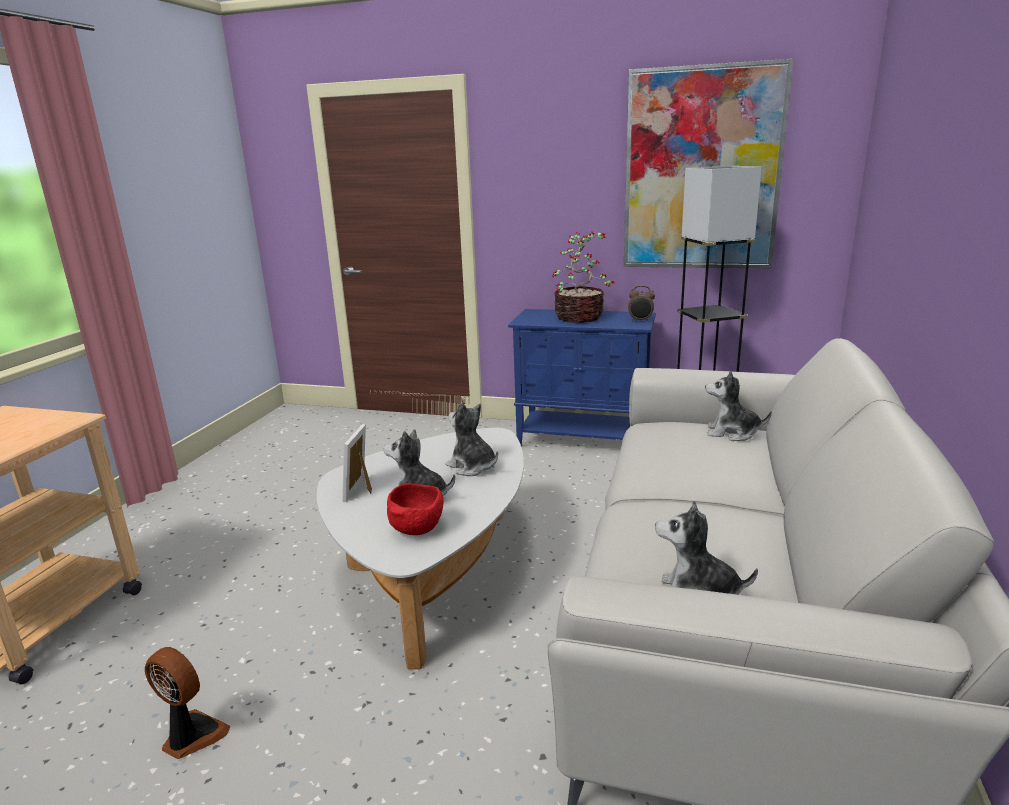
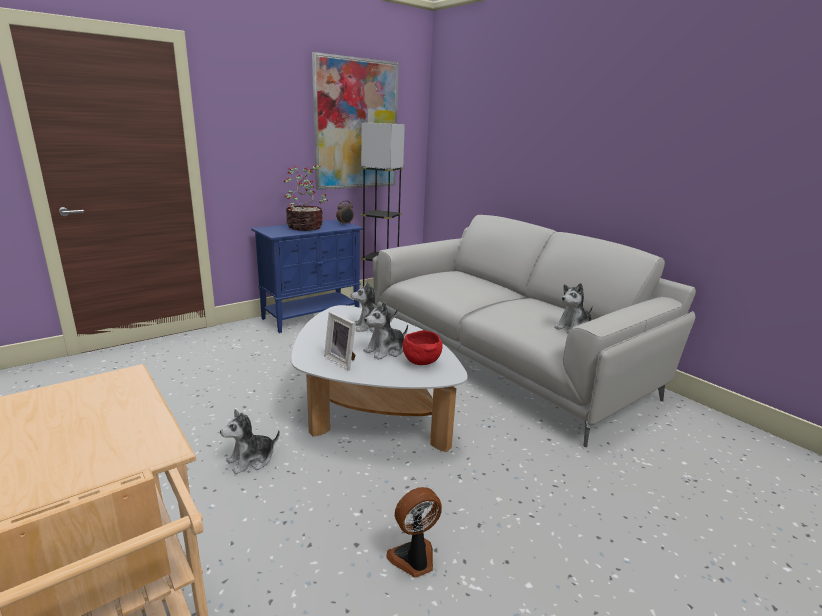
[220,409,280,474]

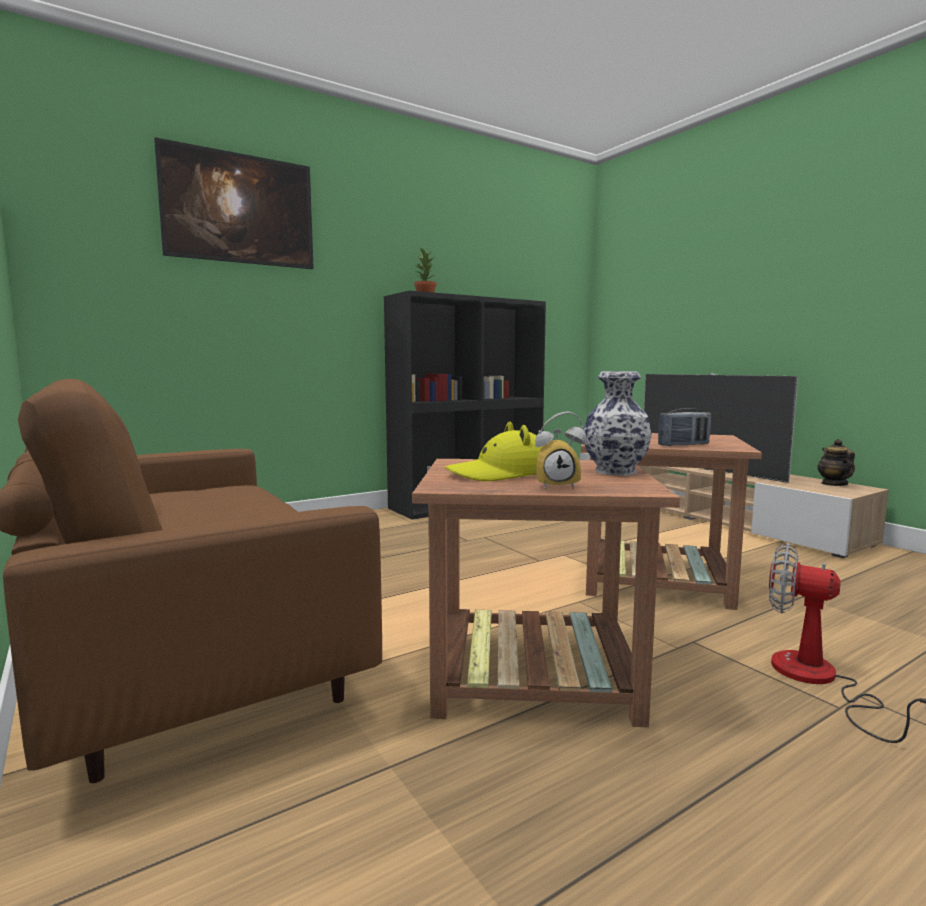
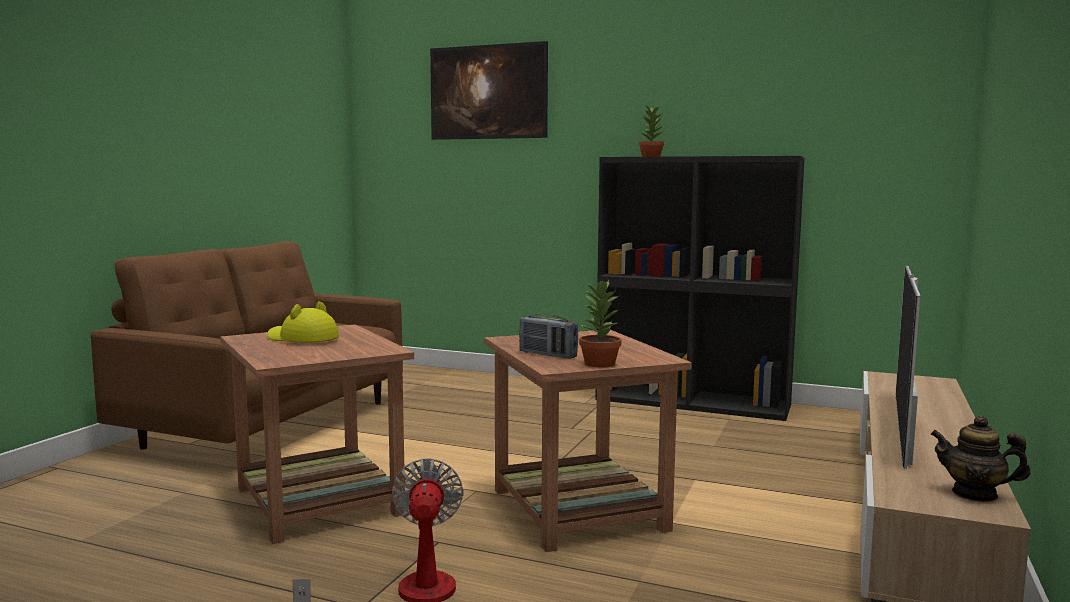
[535,411,586,490] (first image)
[584,371,652,476] (first image)
[931,415,1030,502]
[579,279,622,367]

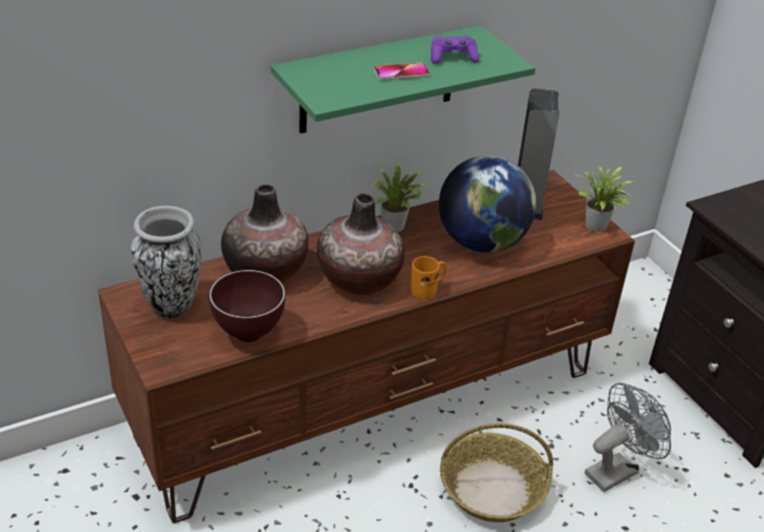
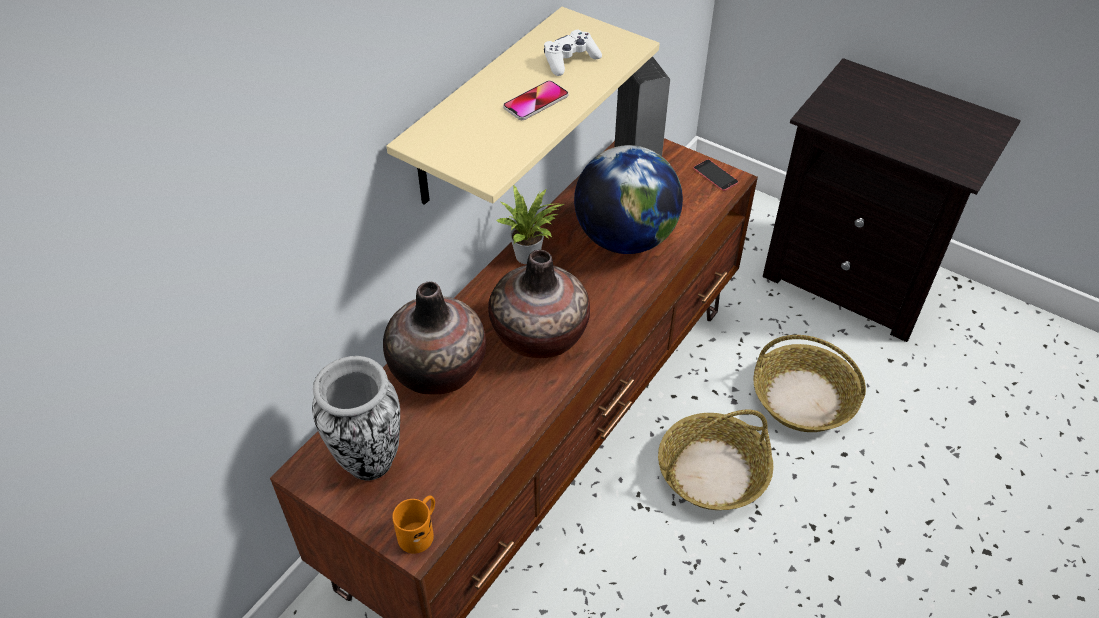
[209,270,285,342] (first image)
[386,7,660,205]
[392,495,435,554]
[544,29,602,76]
[693,159,739,191]
[754,335,866,432]

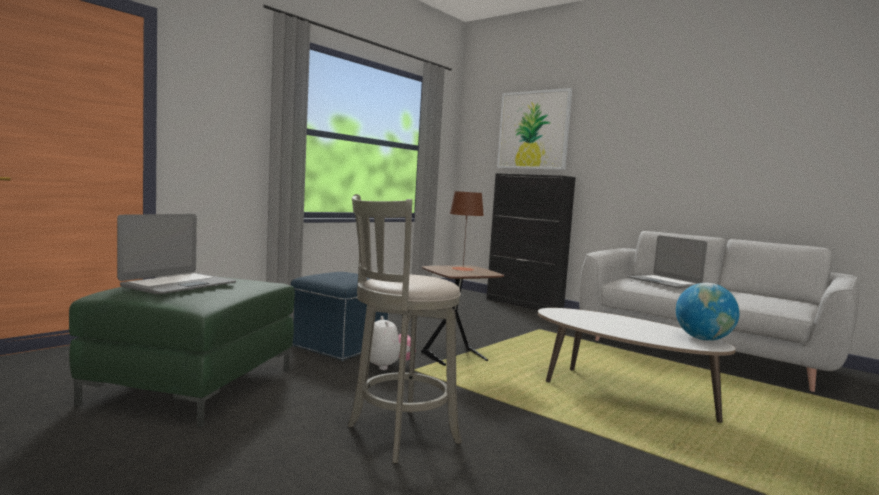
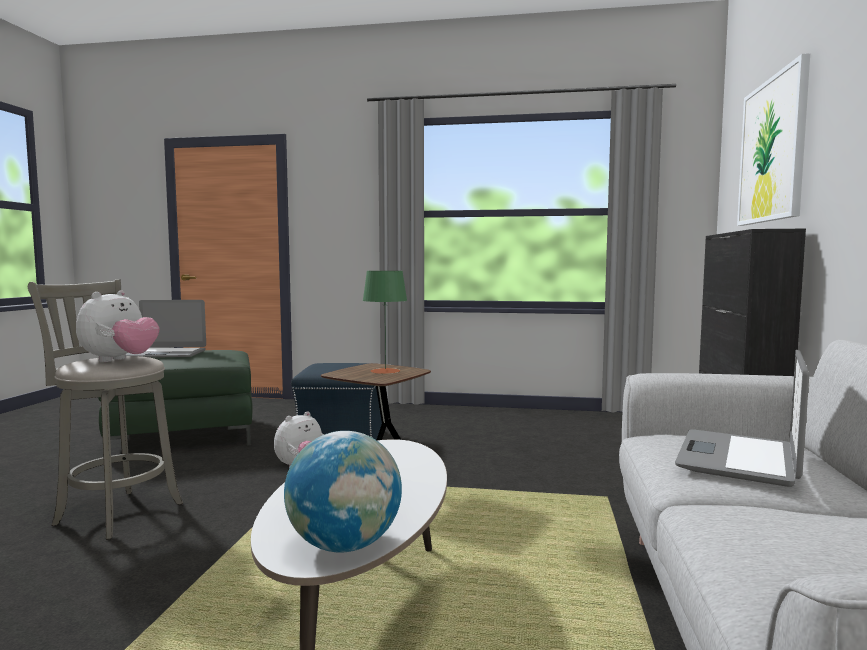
[363,271,407,374]
[76,290,159,362]

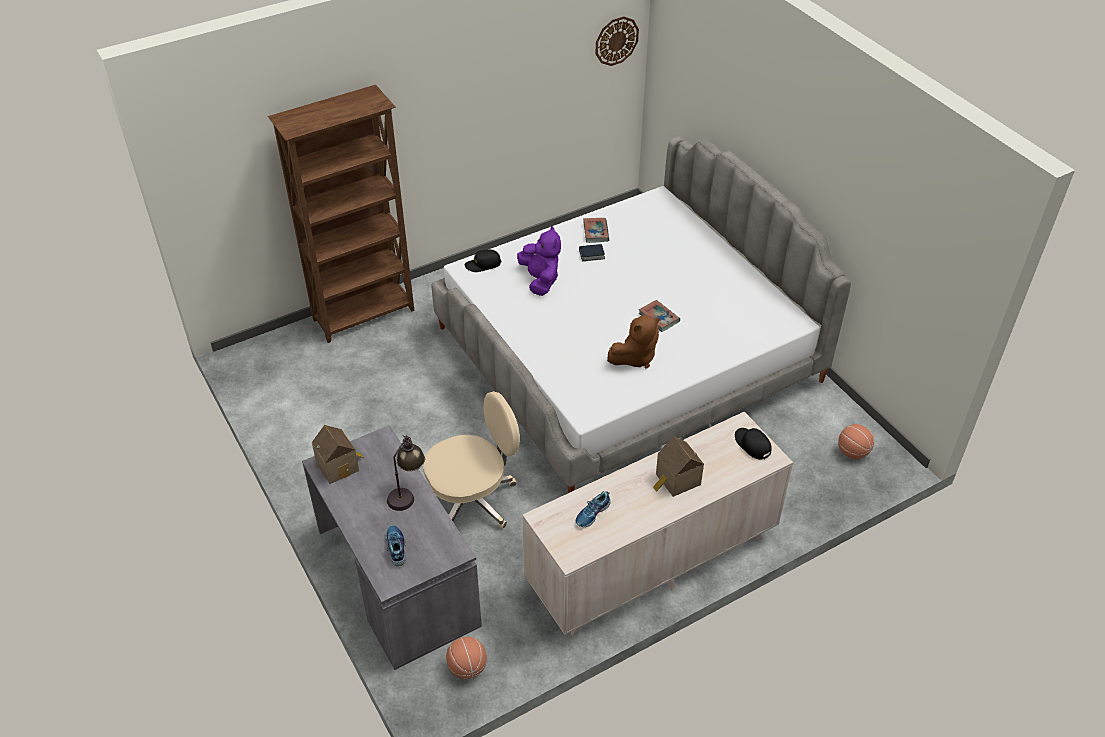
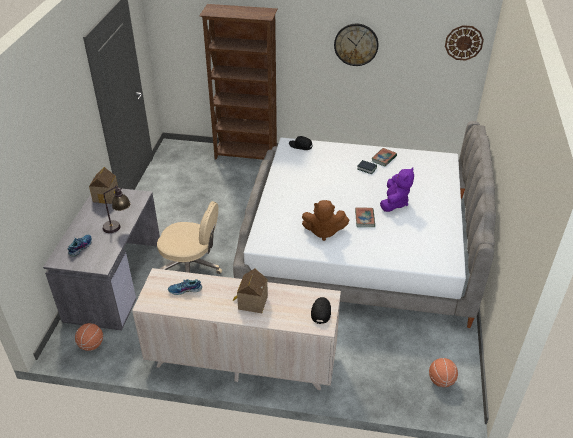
[380,167,414,212]
[334,24,378,66]

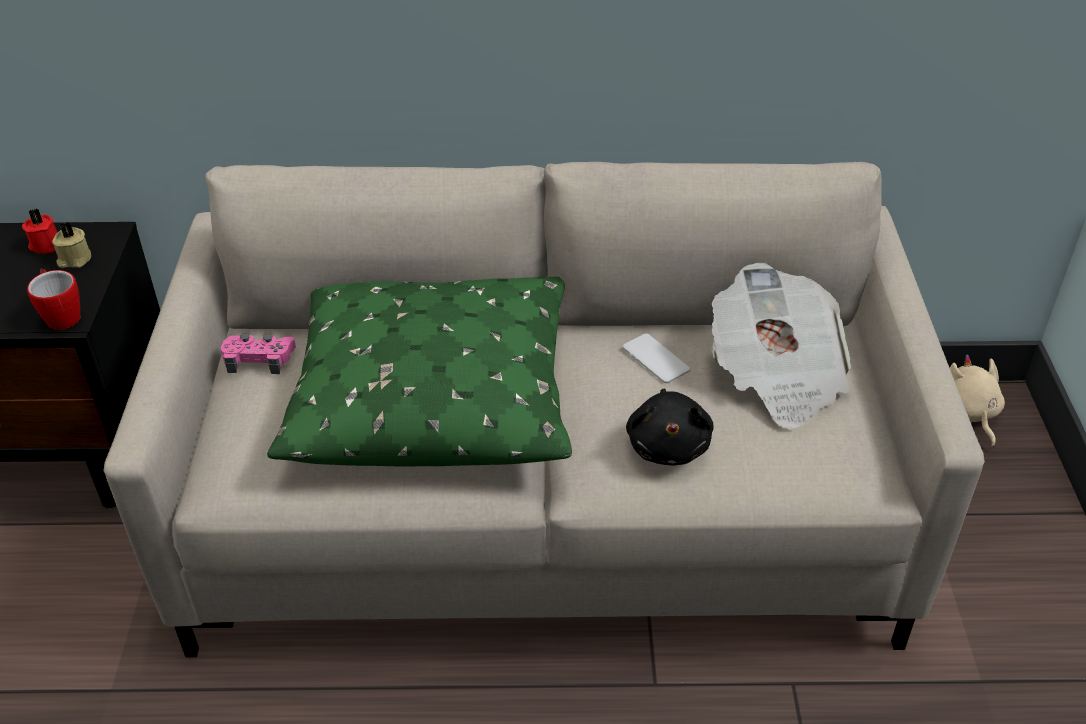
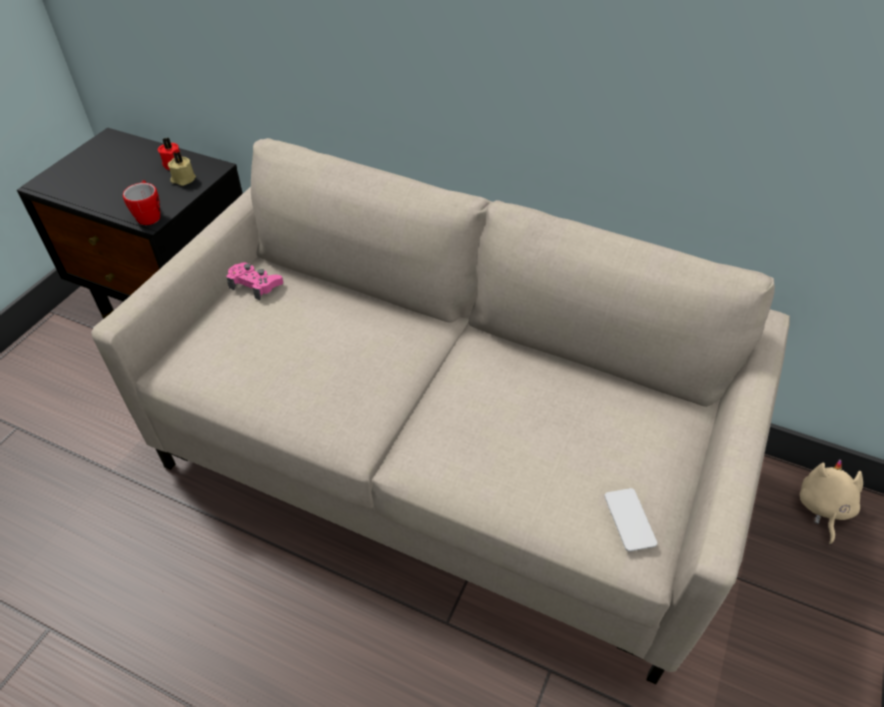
[267,277,572,466] (first image)
[604,488,658,552]
[626,389,714,465] (first image)
[712,263,853,430] (first image)

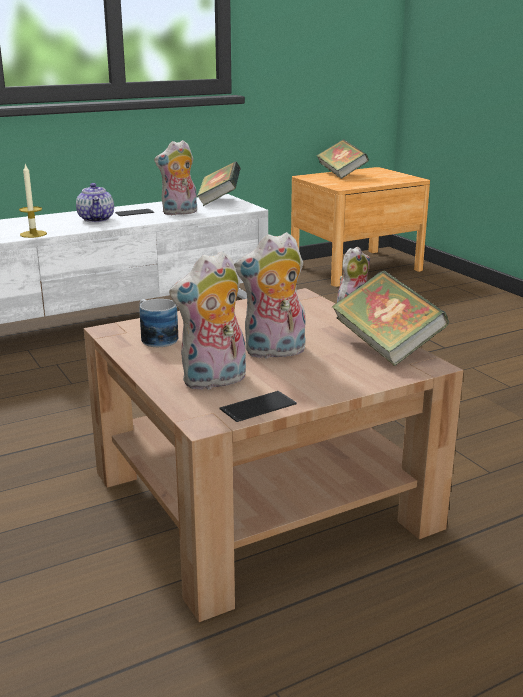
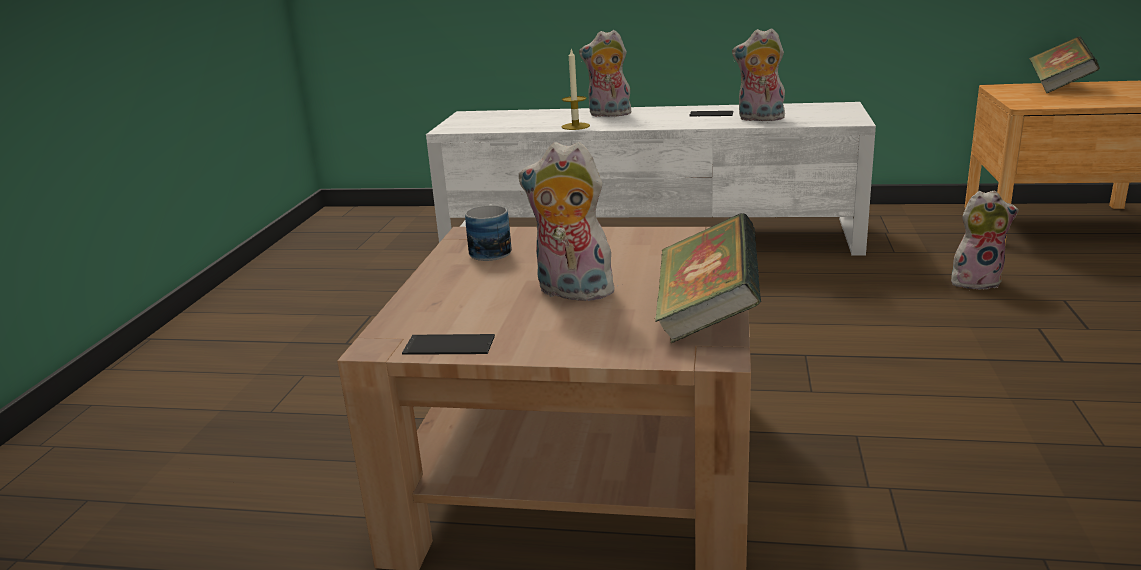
[76,183,114,222] (first image)
[579,30,634,117]
[197,161,241,206] (first image)

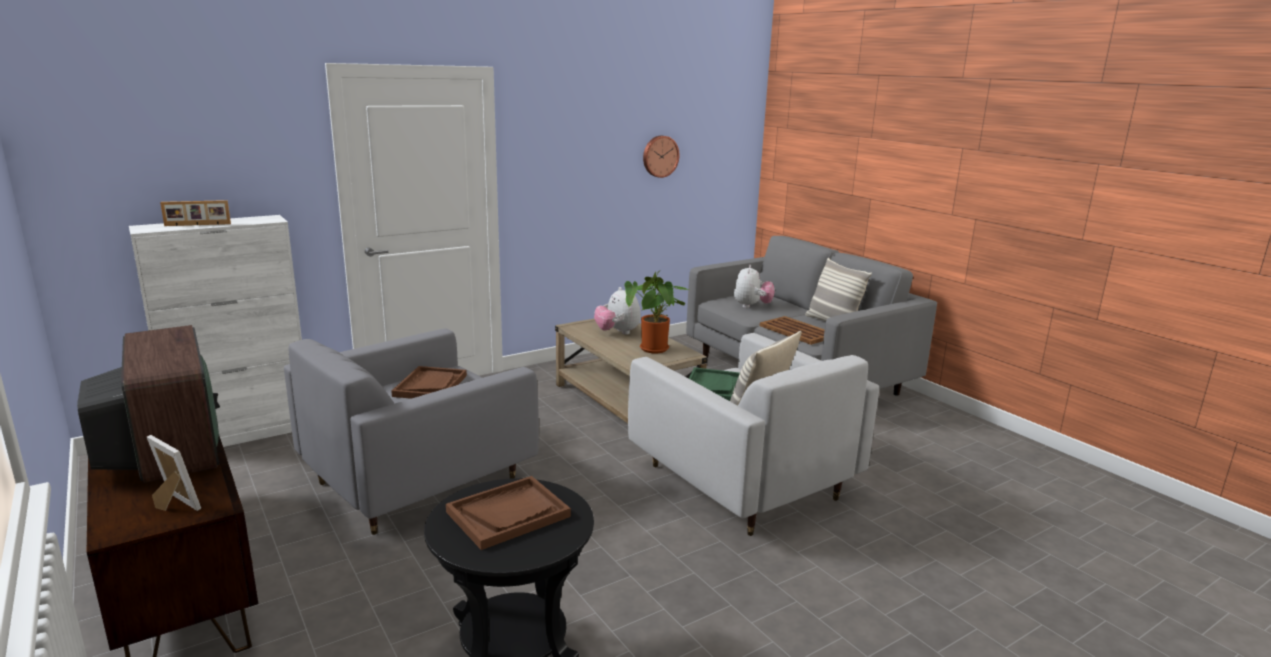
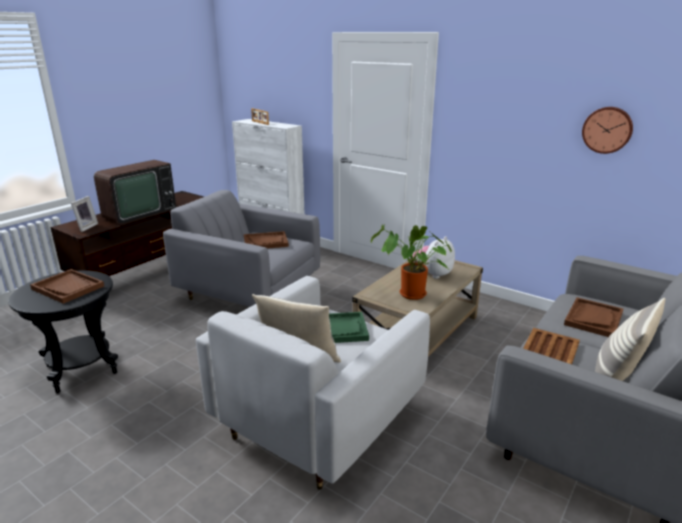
[564,297,623,337]

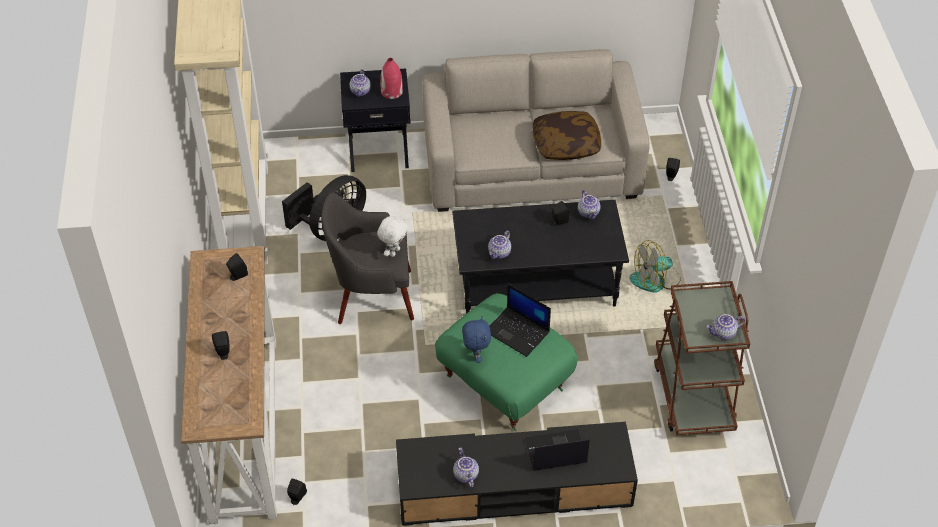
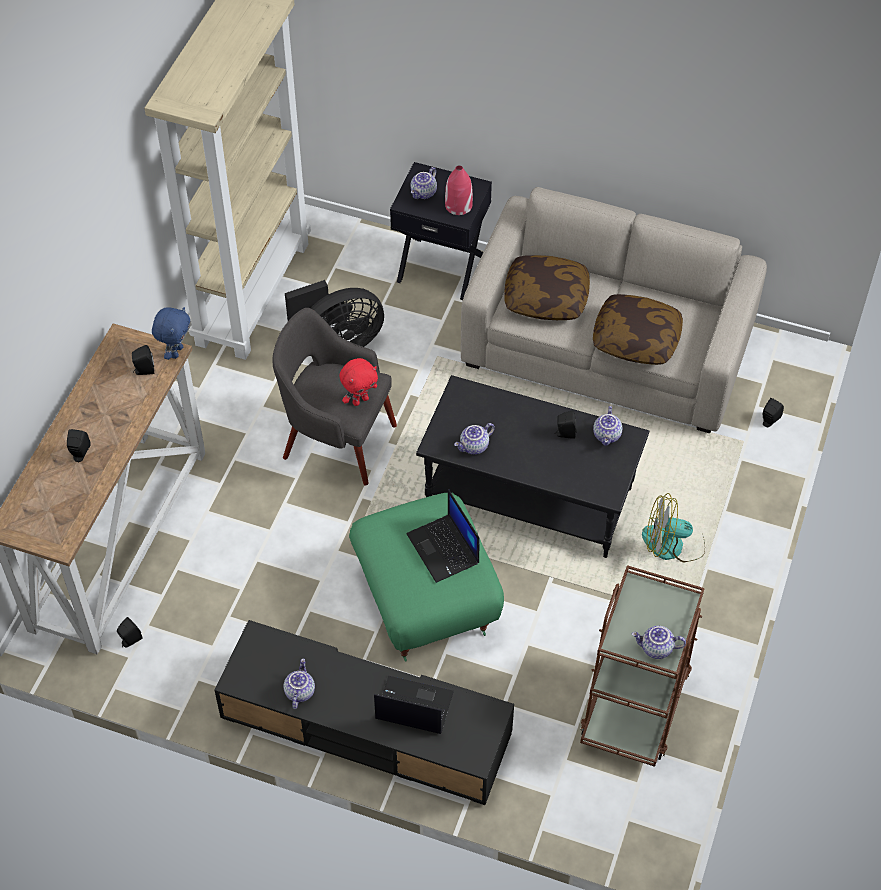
[339,358,378,406]
[152,307,190,360]
[504,255,590,320]

